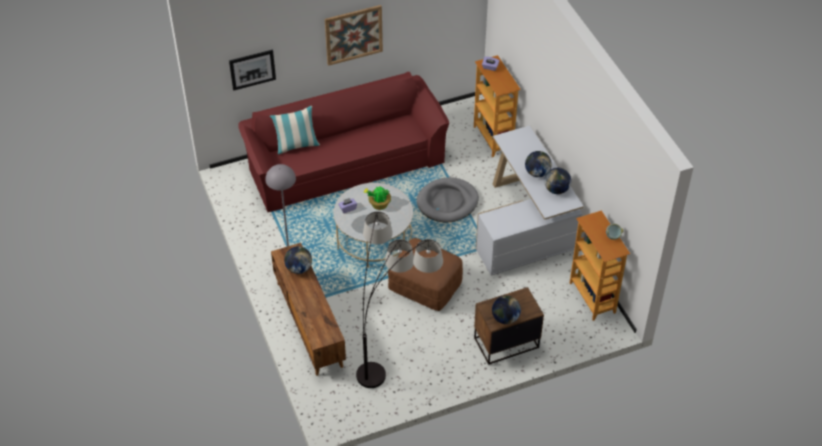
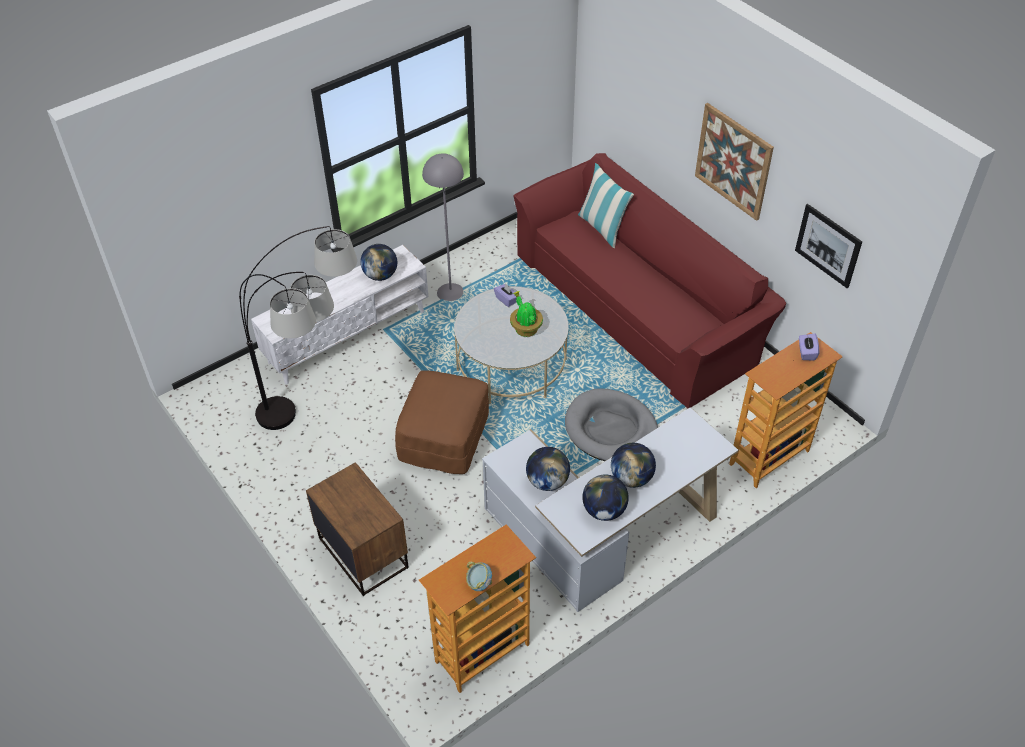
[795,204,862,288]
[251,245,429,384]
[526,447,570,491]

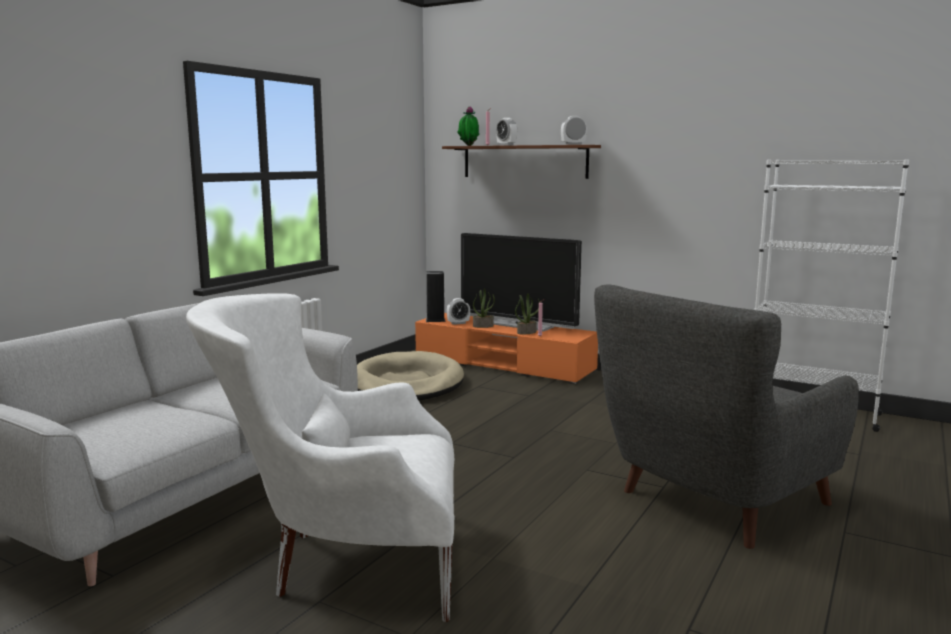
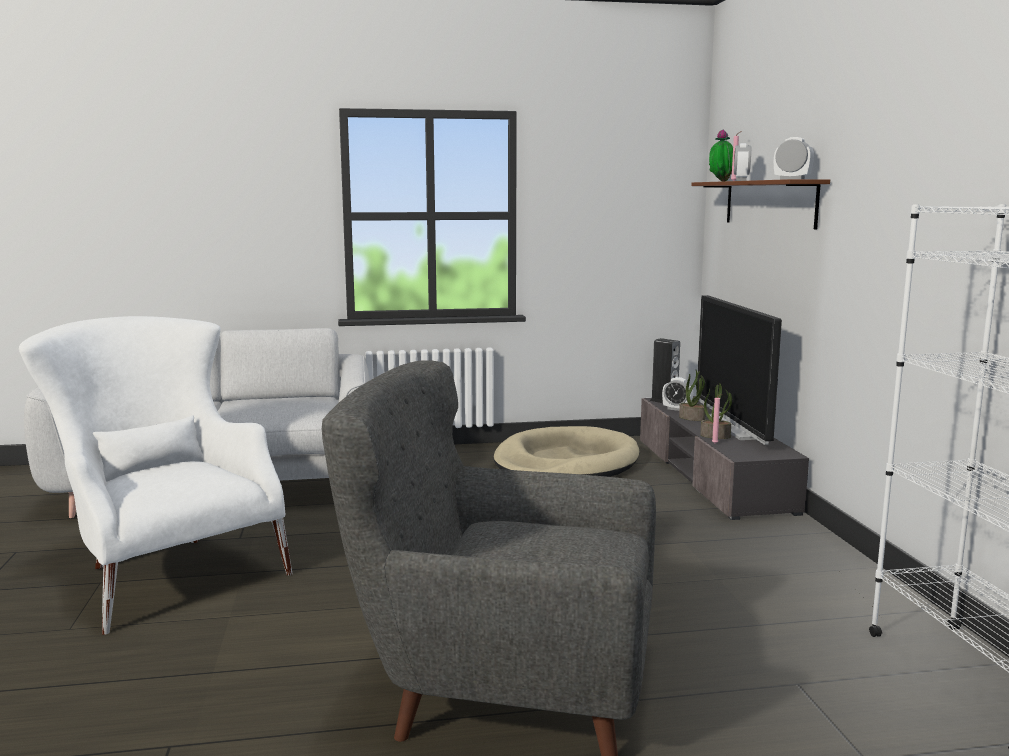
[640,396,809,520]

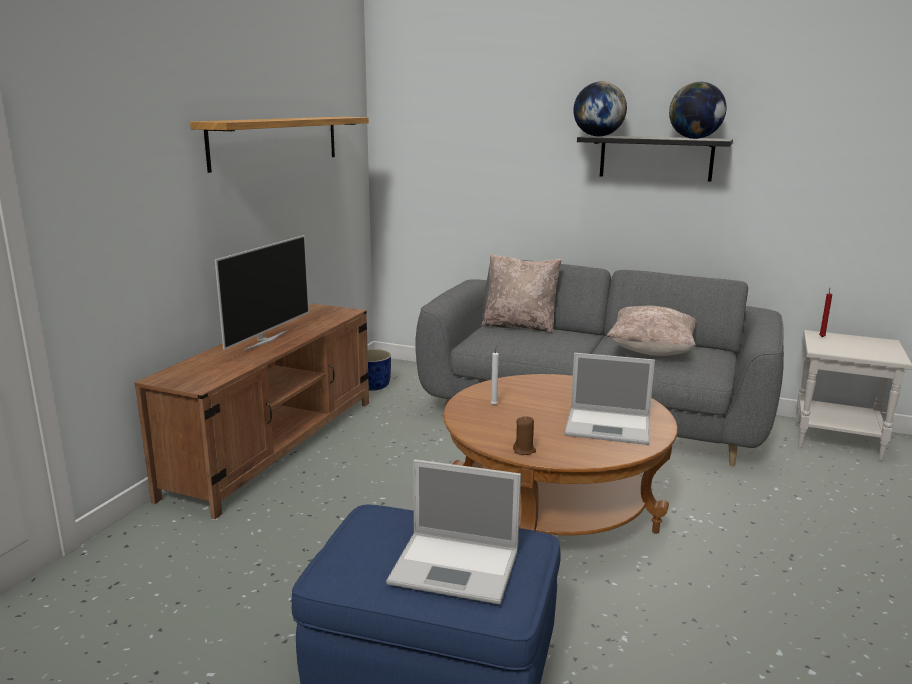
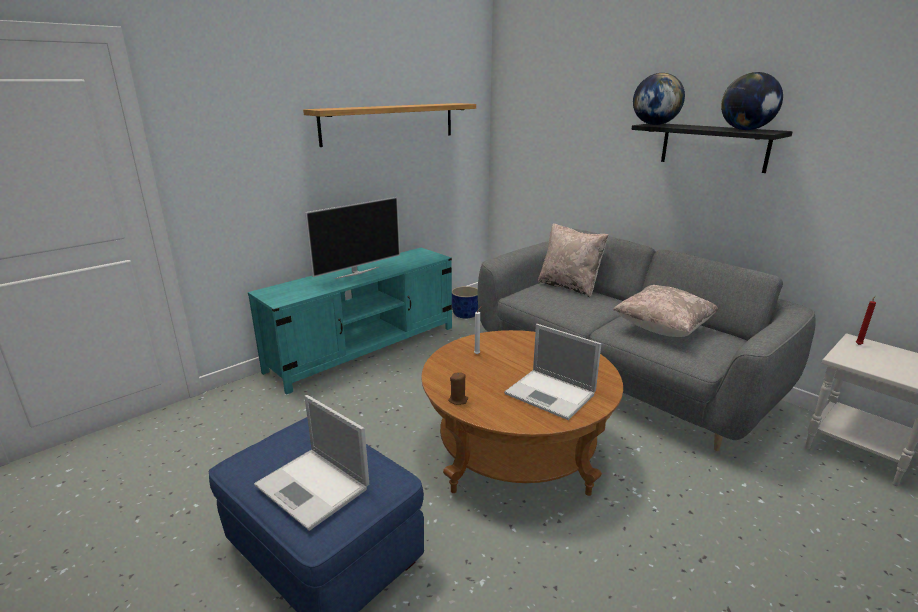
[248,248,452,395]

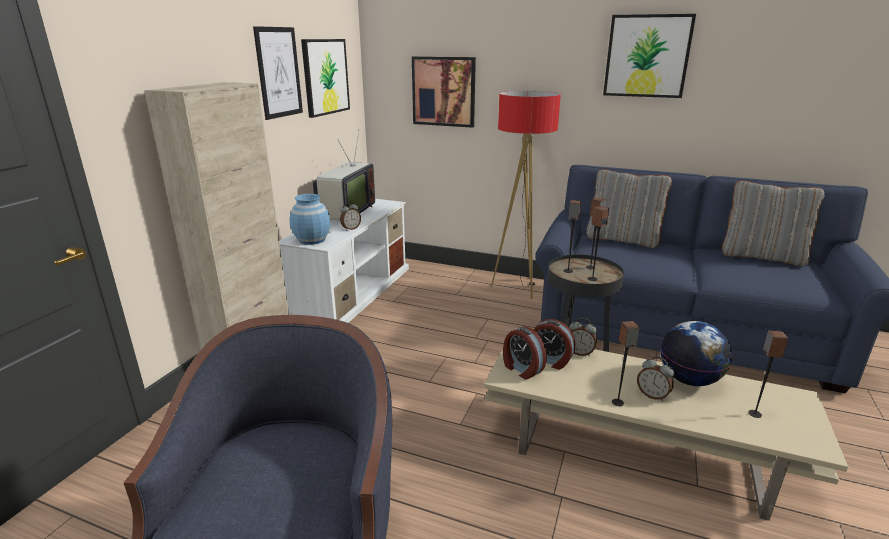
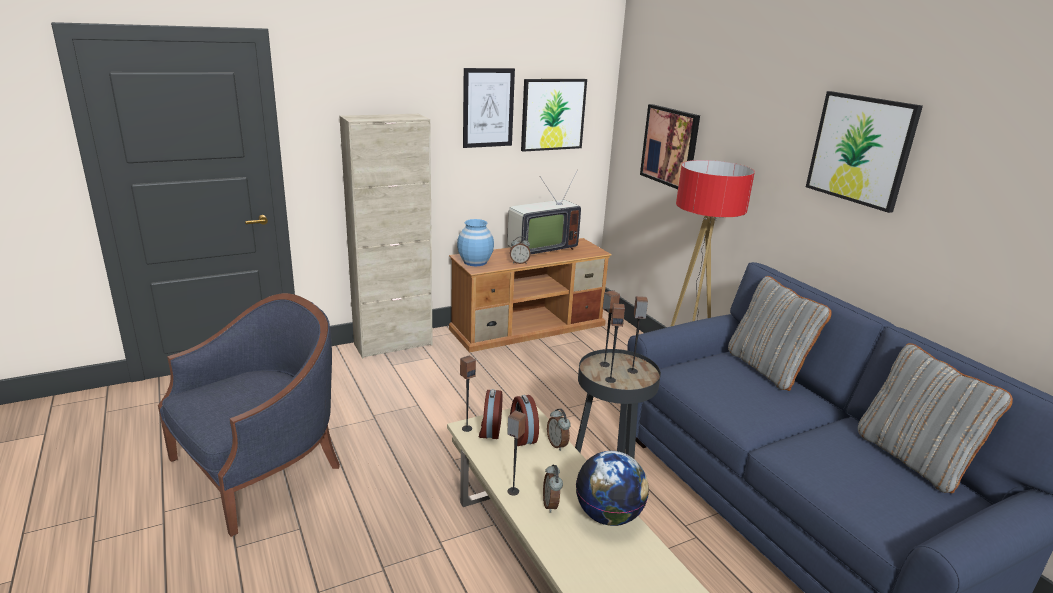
[449,238,612,353]
[460,355,476,432]

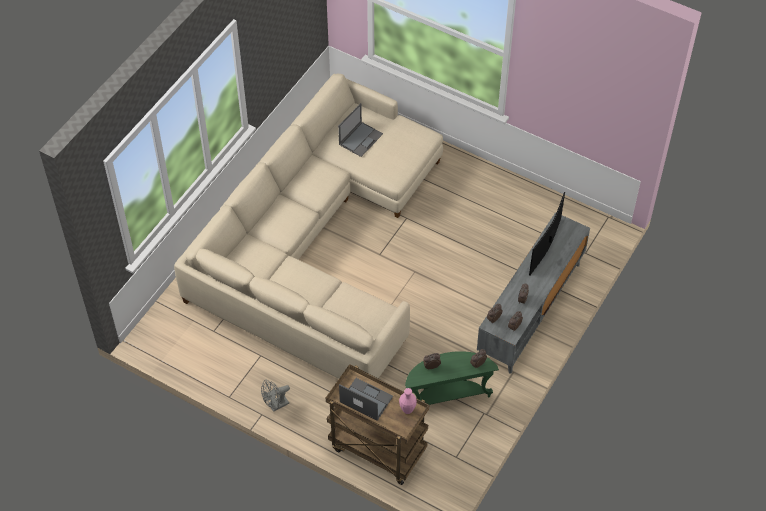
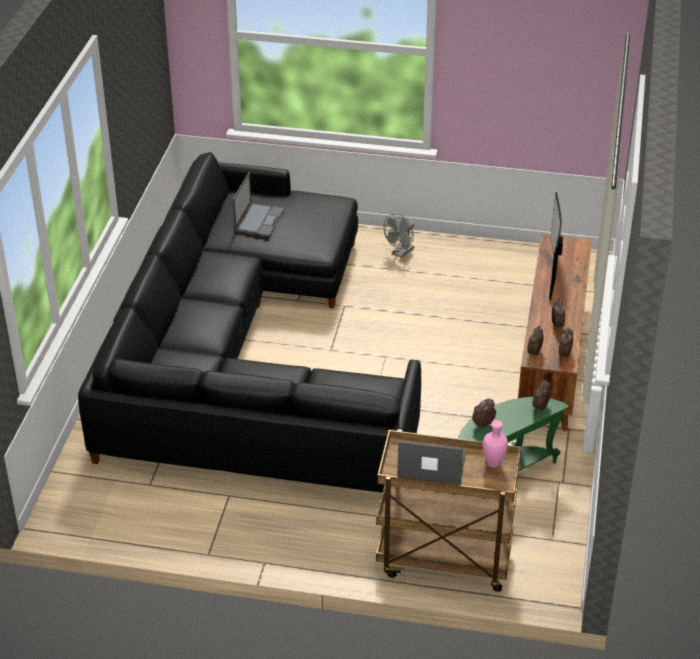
[78,152,421,493]
[383,214,414,258]
[518,234,592,432]

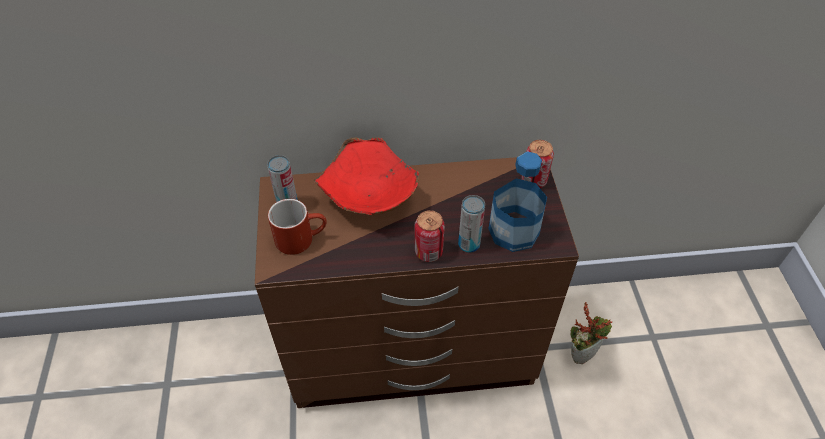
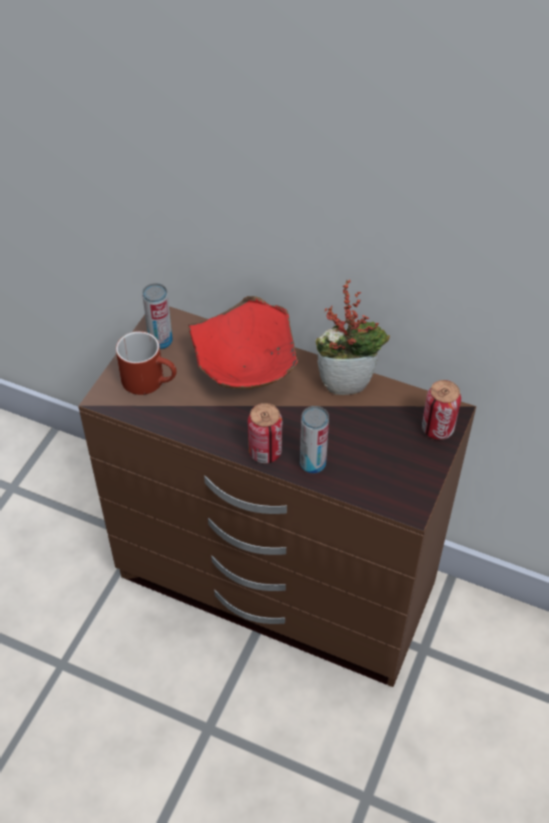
[488,151,547,252] (first image)
[316,280,390,395]

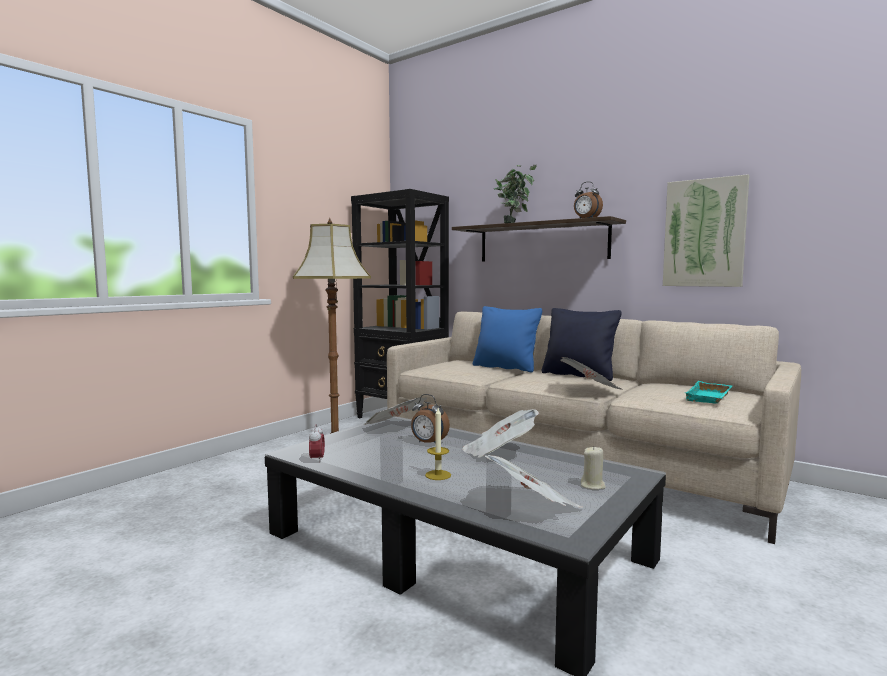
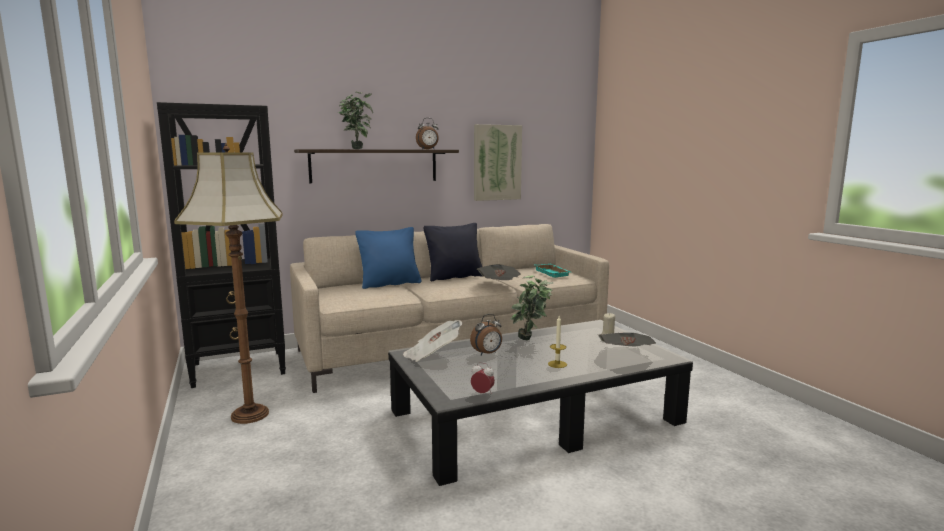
[510,275,553,340]

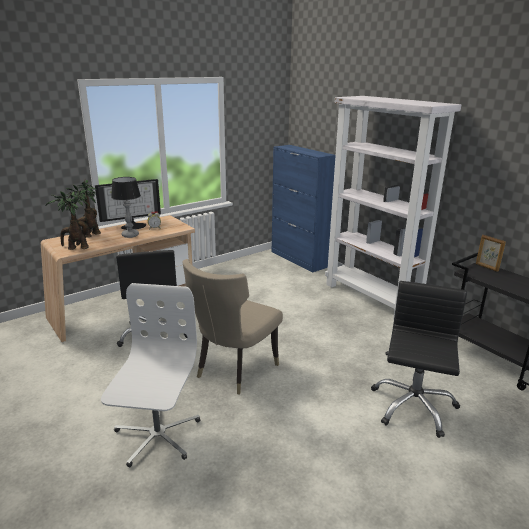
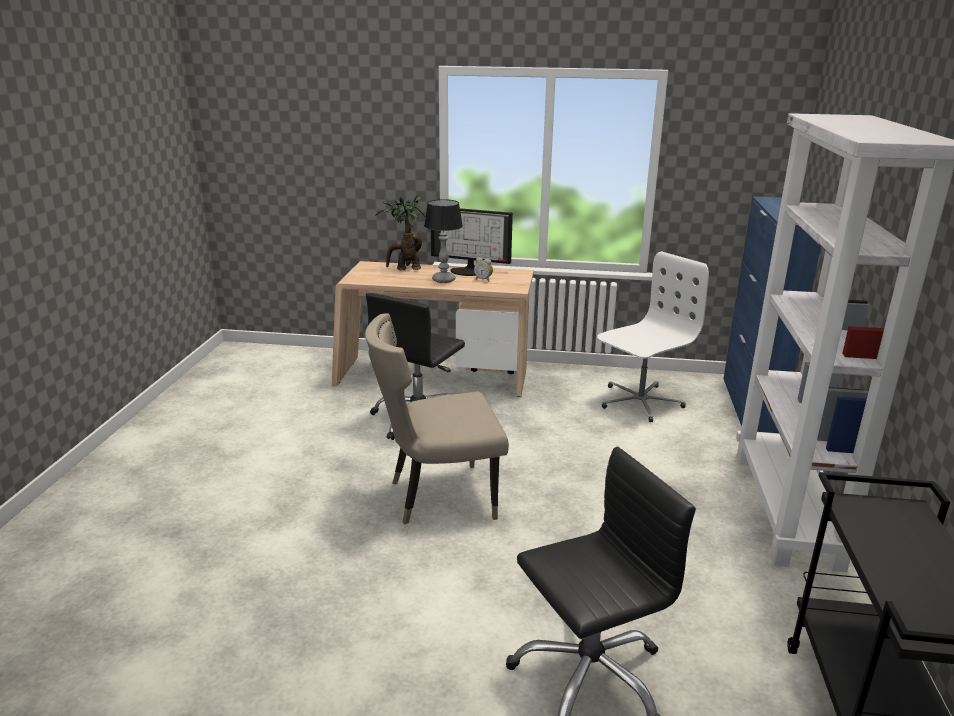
[45,188,89,250] (first image)
[597,251,709,422]
[476,235,506,272] (first image)

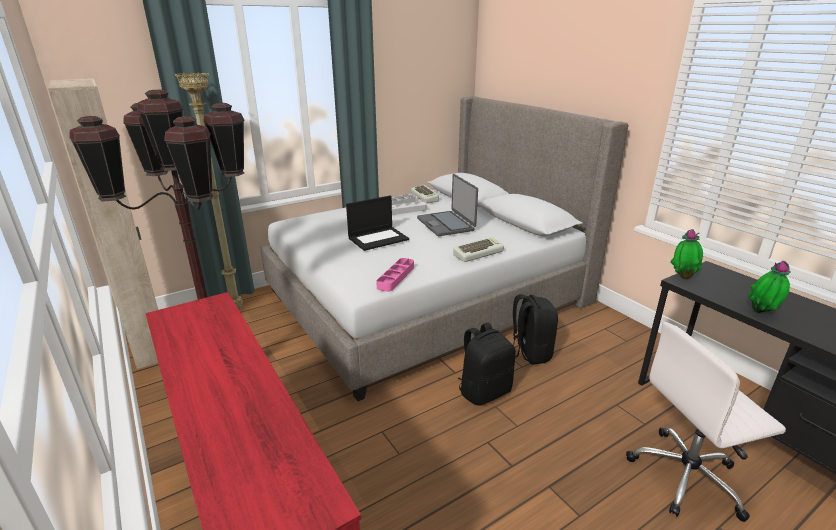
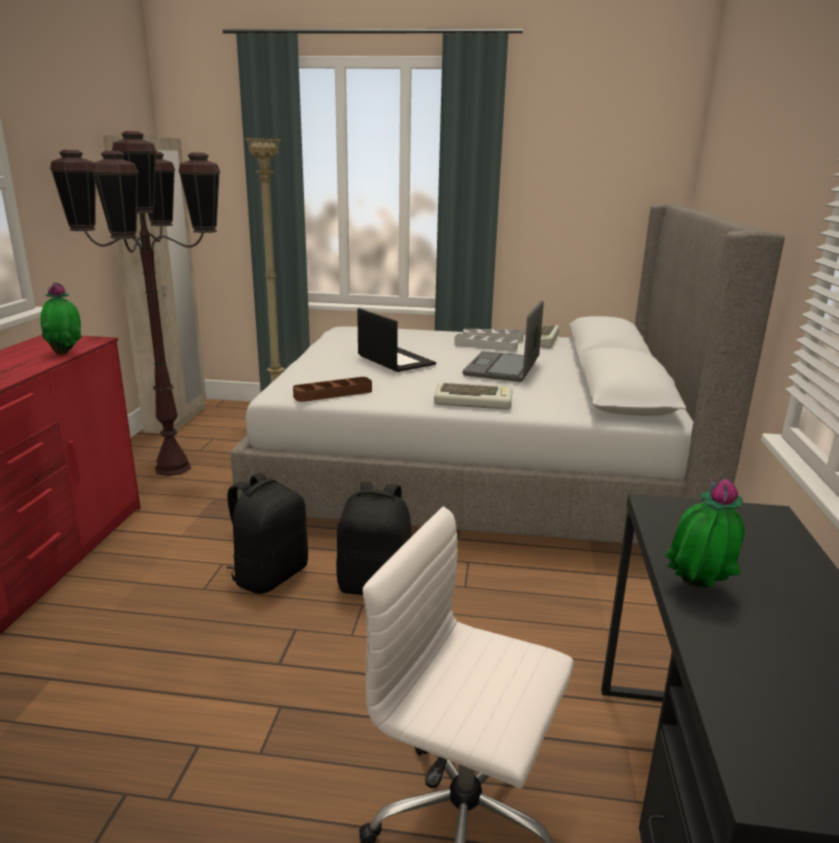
[357,308,436,372]
[293,377,372,402]
[227,473,308,594]
[40,282,82,355]

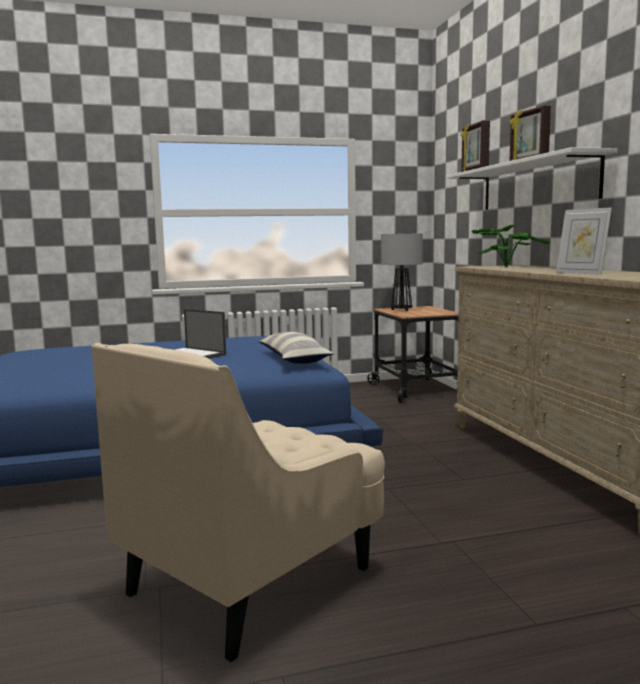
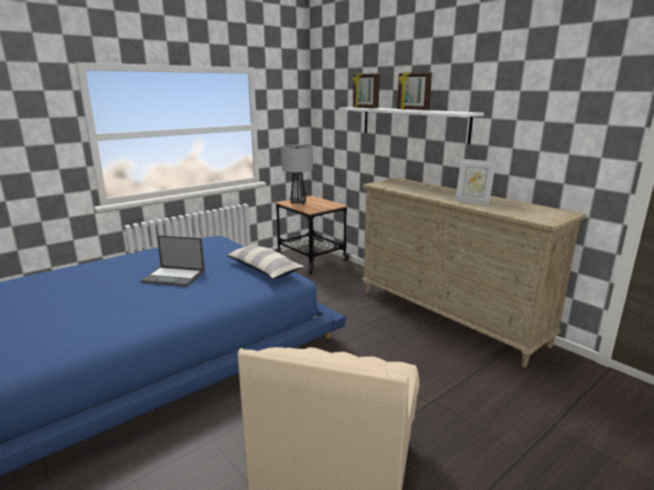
[471,225,550,267] (first image)

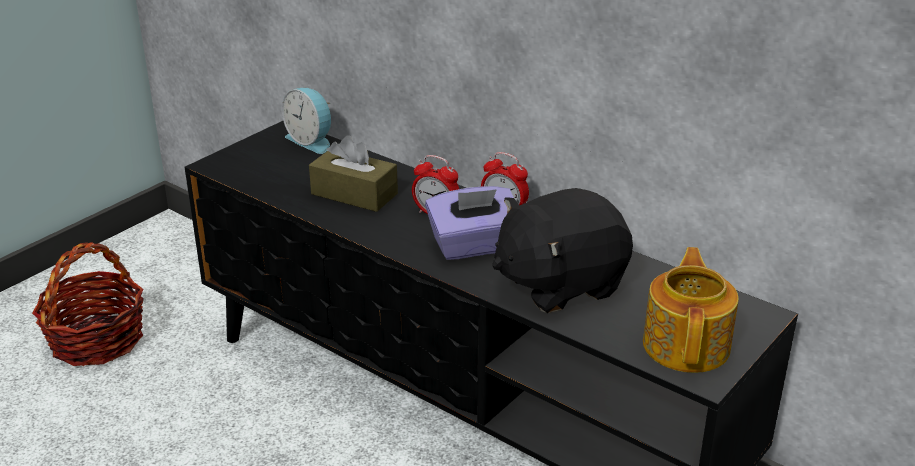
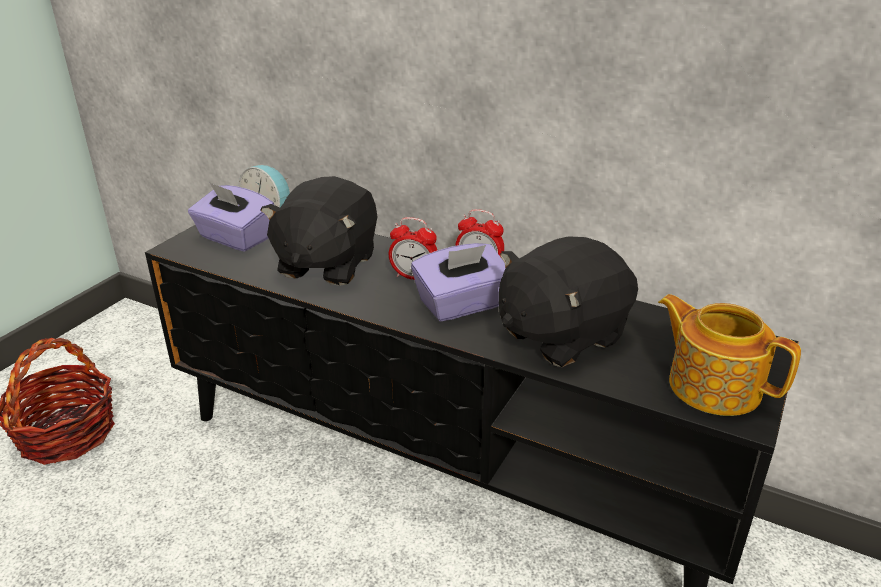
[261,176,377,286]
[658,294,801,416]
[188,182,274,252]

